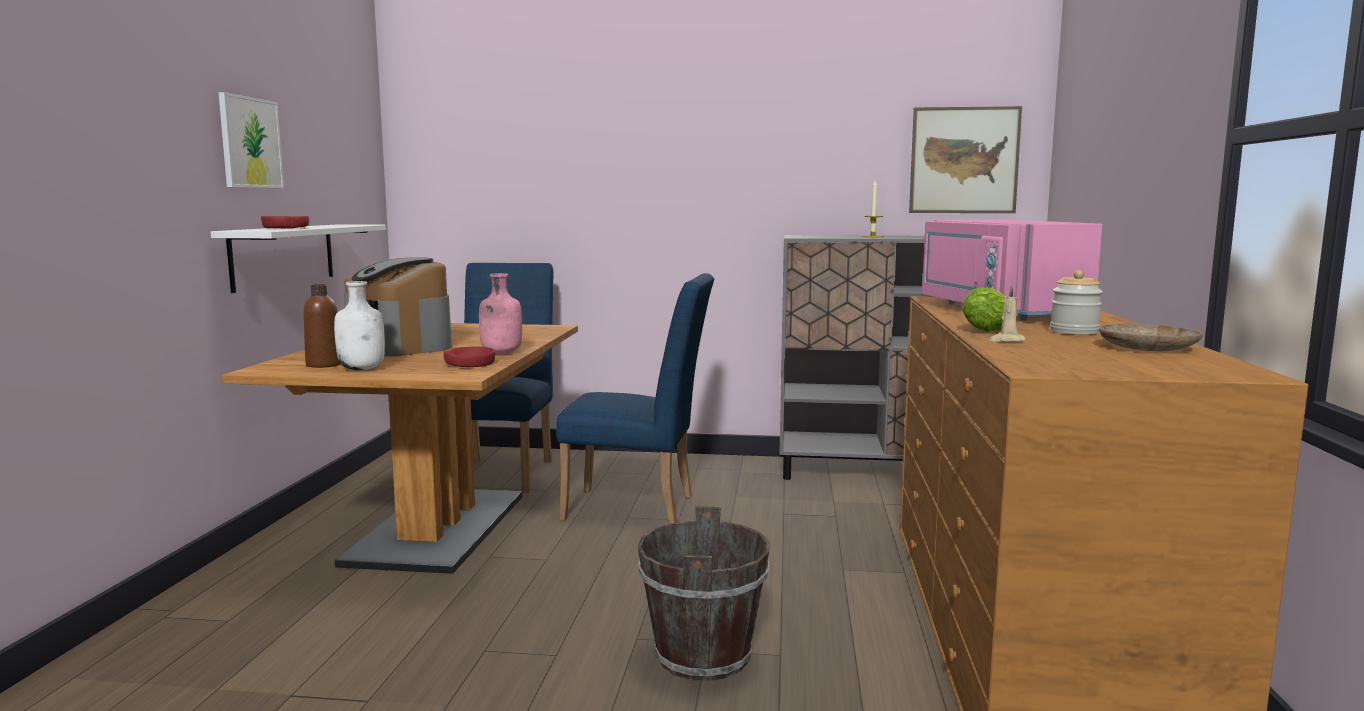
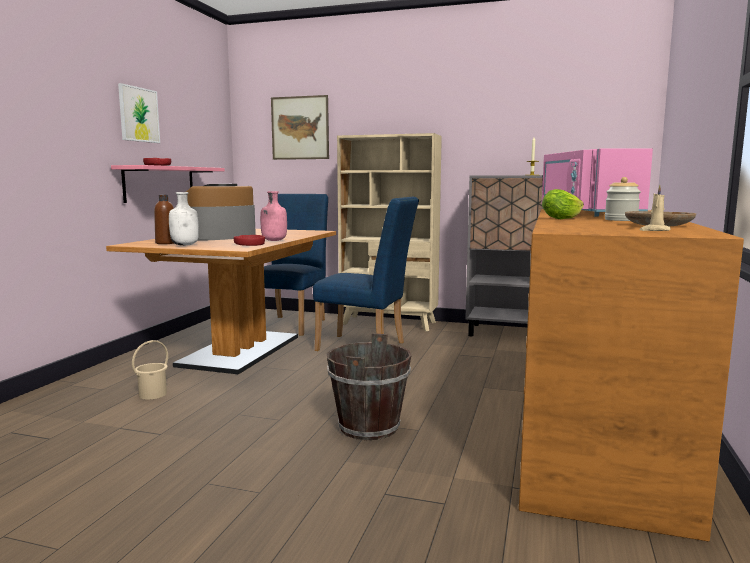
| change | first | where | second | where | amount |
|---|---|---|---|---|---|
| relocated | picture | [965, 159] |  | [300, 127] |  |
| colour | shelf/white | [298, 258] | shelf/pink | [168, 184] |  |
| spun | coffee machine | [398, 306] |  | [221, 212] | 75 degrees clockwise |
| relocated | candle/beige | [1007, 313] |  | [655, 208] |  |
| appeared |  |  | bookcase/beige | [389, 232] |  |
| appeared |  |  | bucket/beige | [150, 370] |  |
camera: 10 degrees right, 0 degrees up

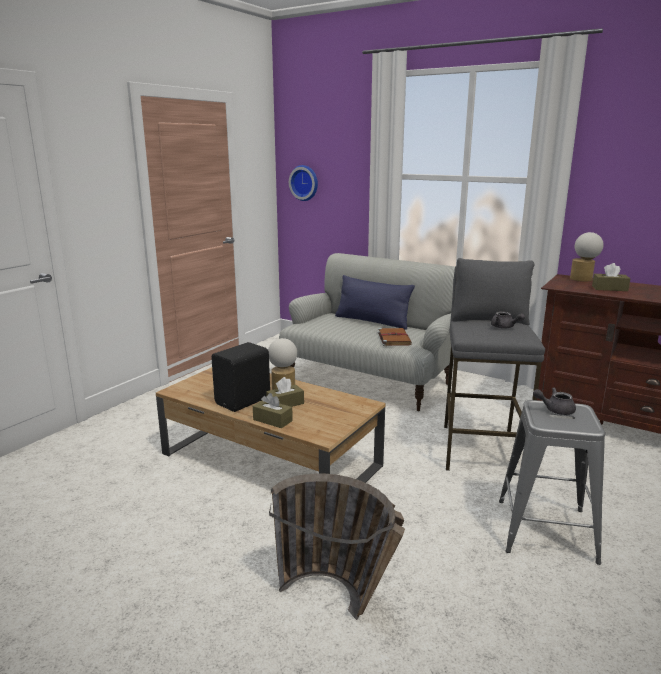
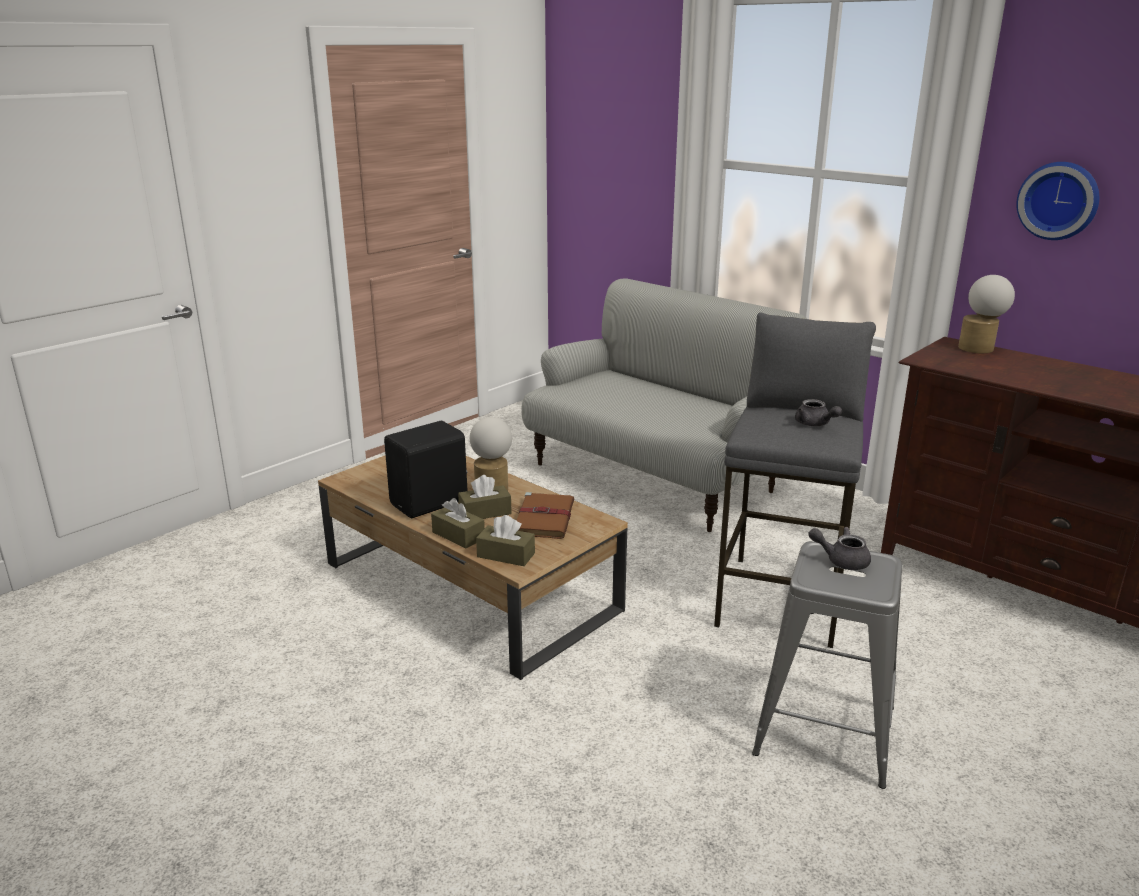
| change | first | where | second | where | amount |
|---|---|---|---|---|---|
| relocated | wall clock | [303, 183] |  | [1057, 201] |  |
| relocated | tissue box/brown | [611, 277] |  | [505, 540] |  |
| missing | pillow/blue | [375, 302] |  |  |  |
| relocated | book/brown | [395, 337] |  | [545, 515] |  |
| missing | basket | [337, 546] |  |  |  |
camera: 10 degrees right, 5 degrees up

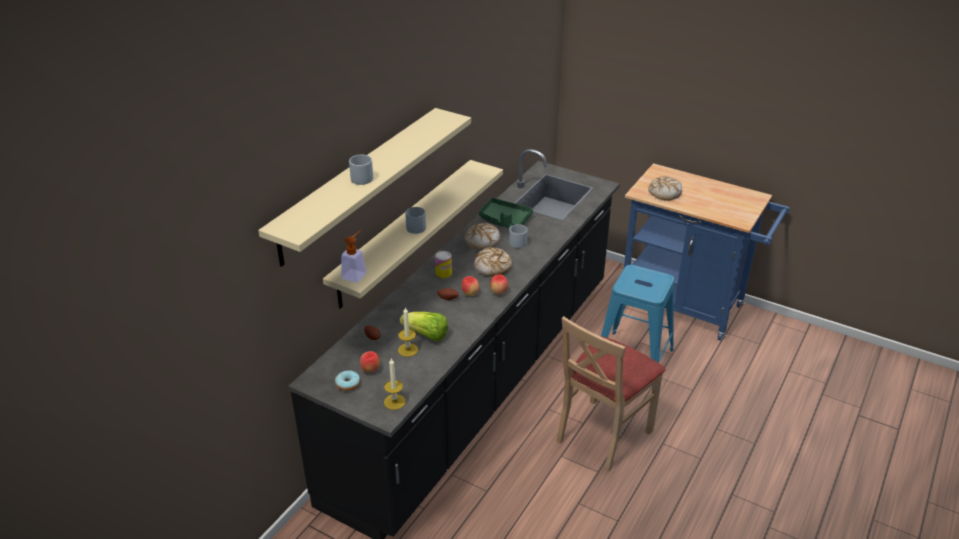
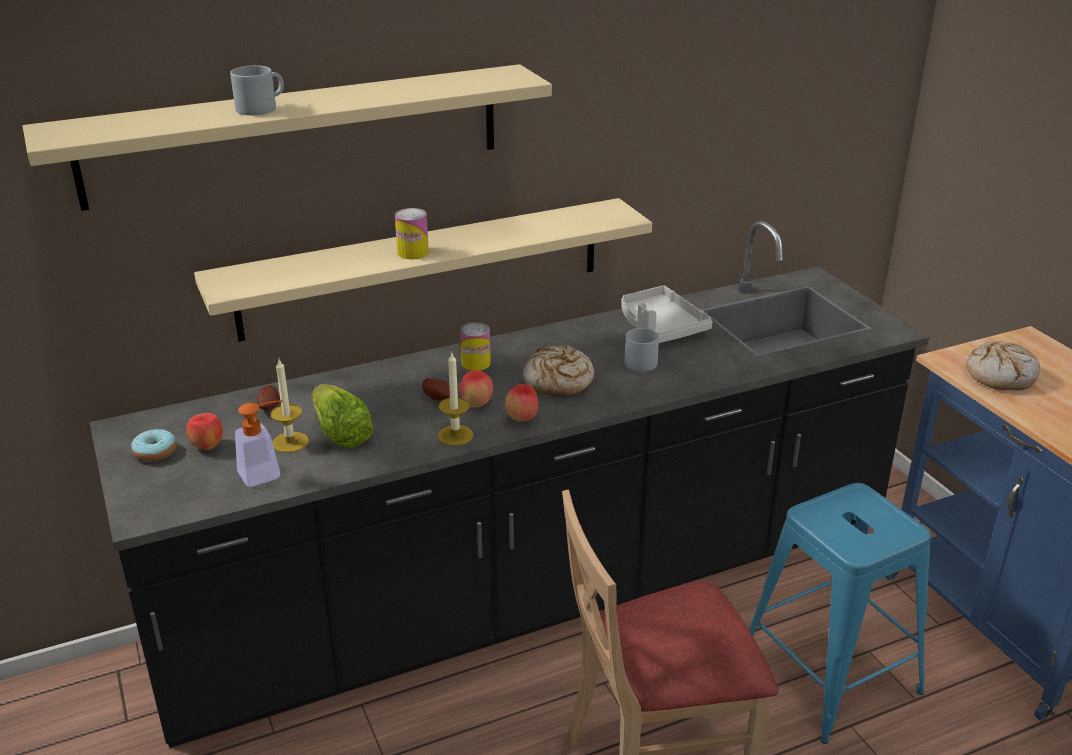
| change | first | where | second | where | amount |
|---|---|---|---|---|---|
| colour | tray/green | [506, 213] | tray/grey | [667, 314] |  |
| exchanged | mug/grey | [415, 220] | can | [412, 233] |  |
| missing | bread | [482, 236] |  |  |  |
| relocated | soap dispenser | [353, 256] |  | [259, 443] |  |
| relocated | candle | [395, 384] |  | [456, 398] |  |
camera: 35 degrees right, 5 degrees down

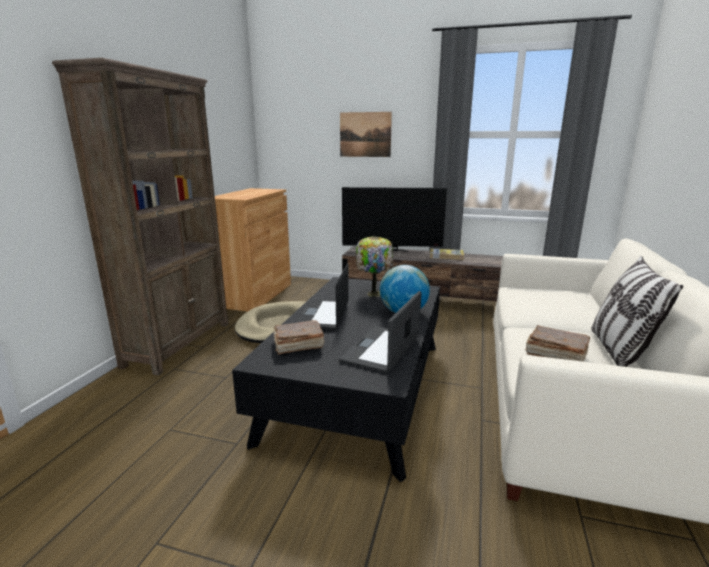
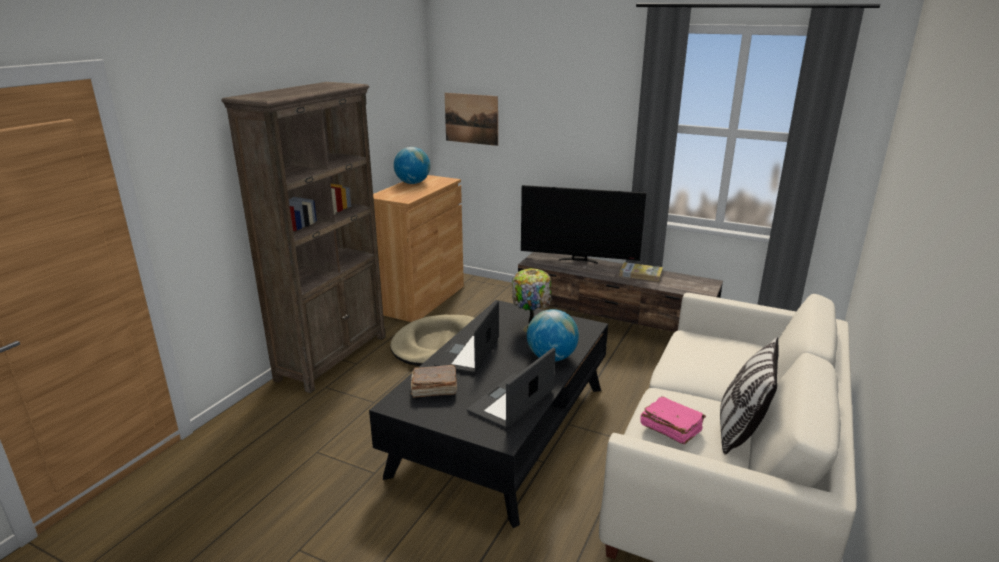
| change | first | where | second | where | amount |
|---|---|---|---|---|---|
| relocated | picture | [366, 134] |  | [471, 119] |  |
| colour | book/brown | [558, 343] | book/pink | [673, 420] |  |
| appeared |  |  | globe | [412, 165] |  |
camera: 10 degrees right, 5 degrees up

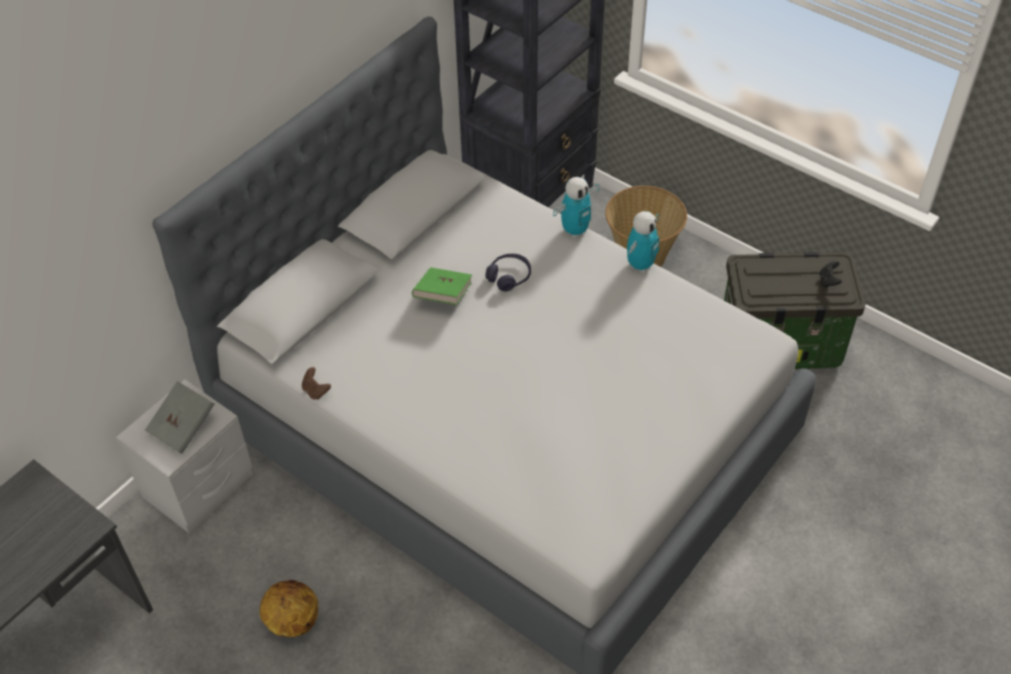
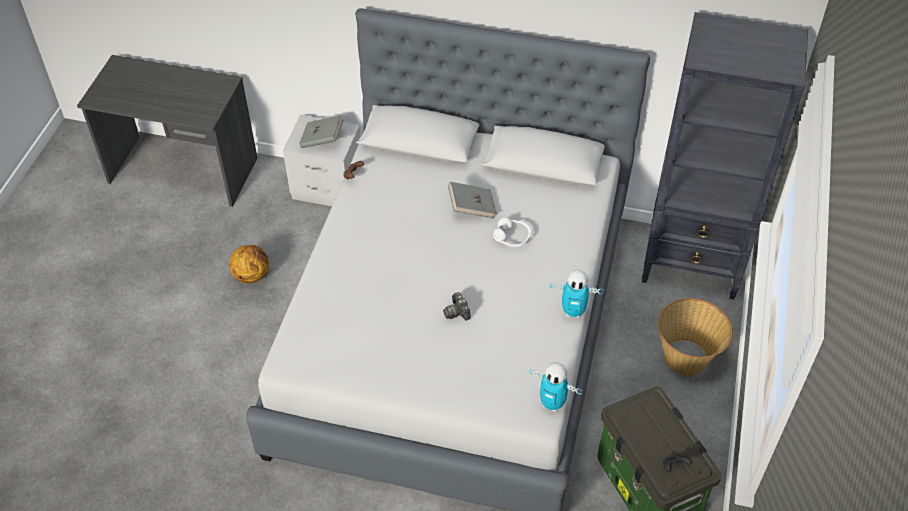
| change | first | where | second | where | amount |
|---|---|---|---|---|---|
| relocated | toy robot | [576, 207] |  | [555, 387] |  |
| colour | headphones/purple | [508, 272] | headphones/white | [512, 232] |  |
| colour | book/green | [442, 286] | book/grey | [472, 200] |  |
| appeared |  |  | photo camera | [457, 306] |  |
camera: 65 degrees right, 0 degrees up

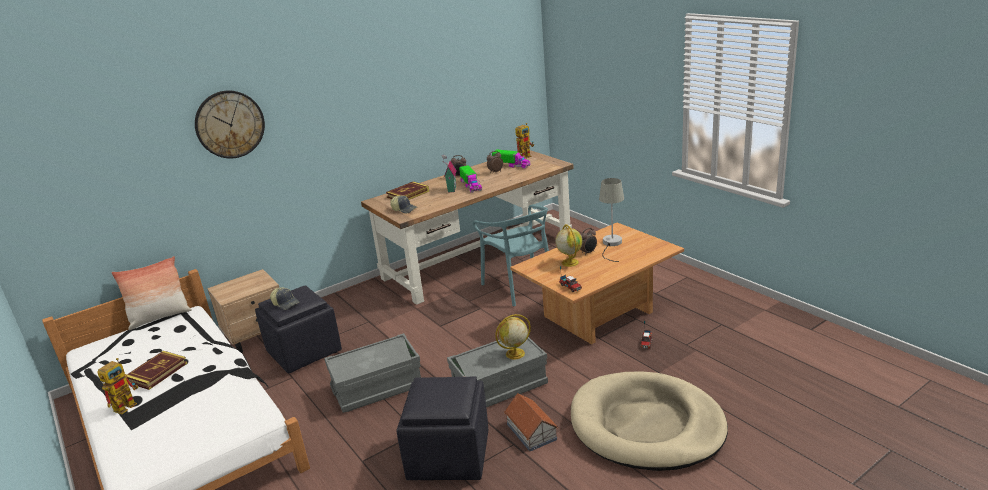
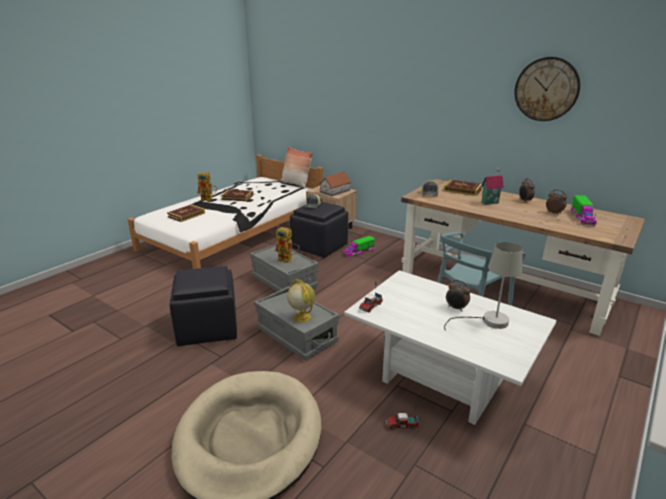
| change | first | where | second | where | amount |
|---|---|---|---|---|---|
| relocated | wall clock | [230, 125] |  | [547, 89] |  |
| relocated | toy robot | [524, 141] |  | [287, 245] |  |
| relocated | toy truck | [470, 179] |  | [359, 247] |  |
| colour | coffee table/brown | [597, 283] | coffee table/white | [450, 347] |  |
| missing | globe | [568, 245] |  |  |  |
| relocated | toy house | [531, 422] |  | [335, 184] |  |
| appeared |  |  | book | [186, 213] |  |
camera: 70 degrees right, 0 degrees up

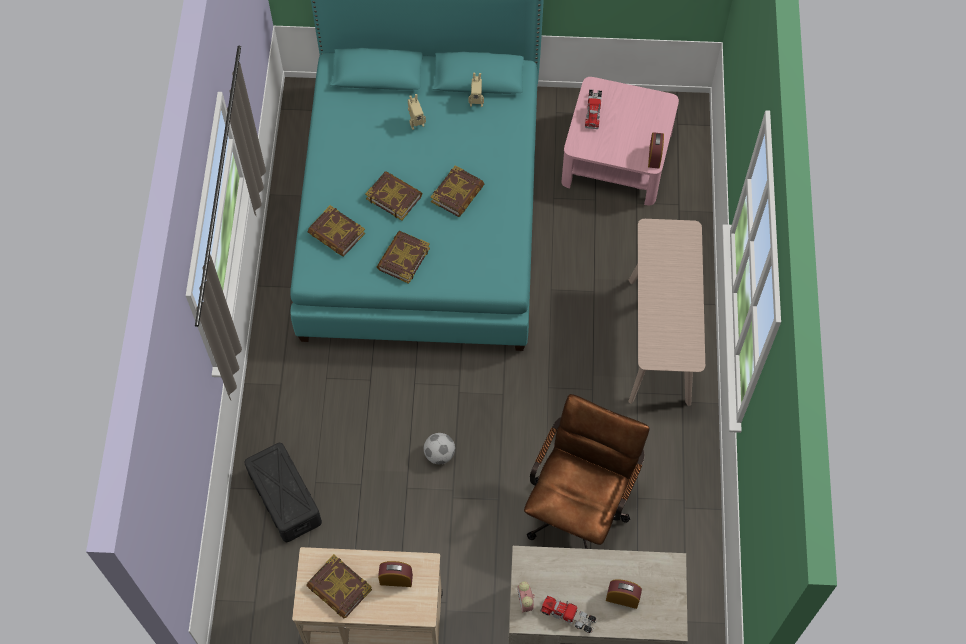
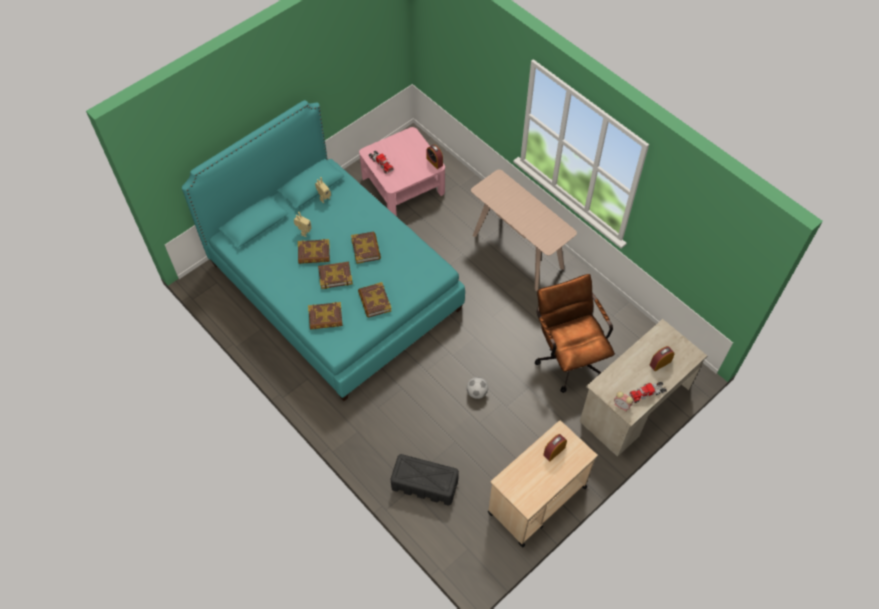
| change | first | where | second | where | amount |
|---|---|---|---|---|---|
| relocated | book | [339, 586] |  | [314, 251] |  |
camera: 45 degrees left, 5 degrees down

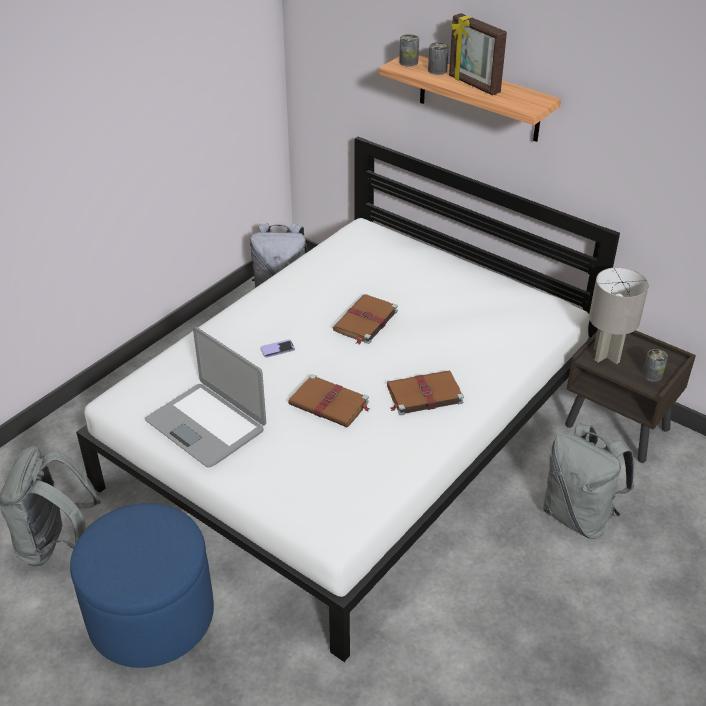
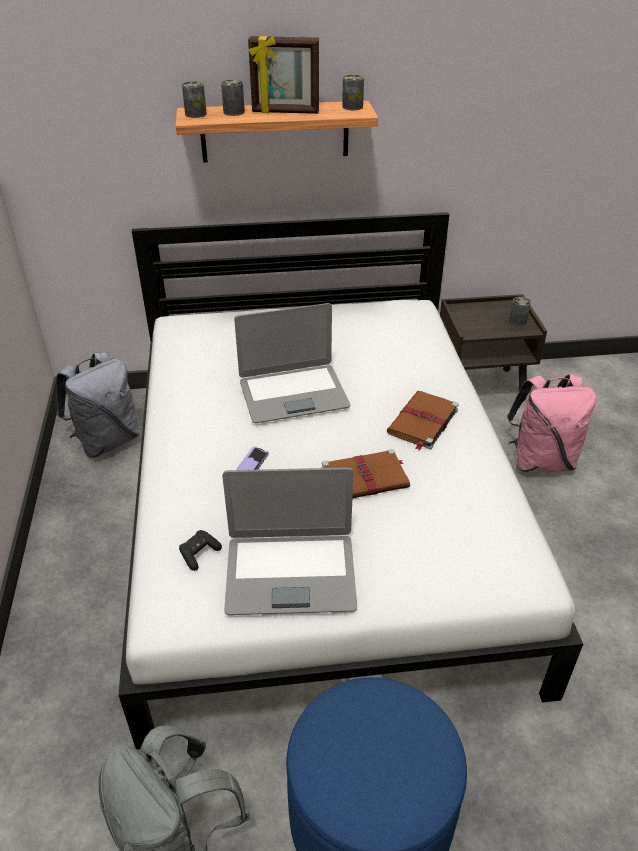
| change | first | where | second | where | amount |
|---|---|---|---|---|---|
| missing | table lamp/grey | [619, 315] |  |  |  |
| exchanged | book/brown | [365, 319] | laptop | [292, 363] |  |
| colour | backpack/grey | [589, 481] | backpack/pink | [551, 423] |  |
| appeared |  |  | can | [353, 92] |  |
| appeared |  |  | game controller/black | [200, 550] |  |
camera: 45 degrees left, 0 degrees up

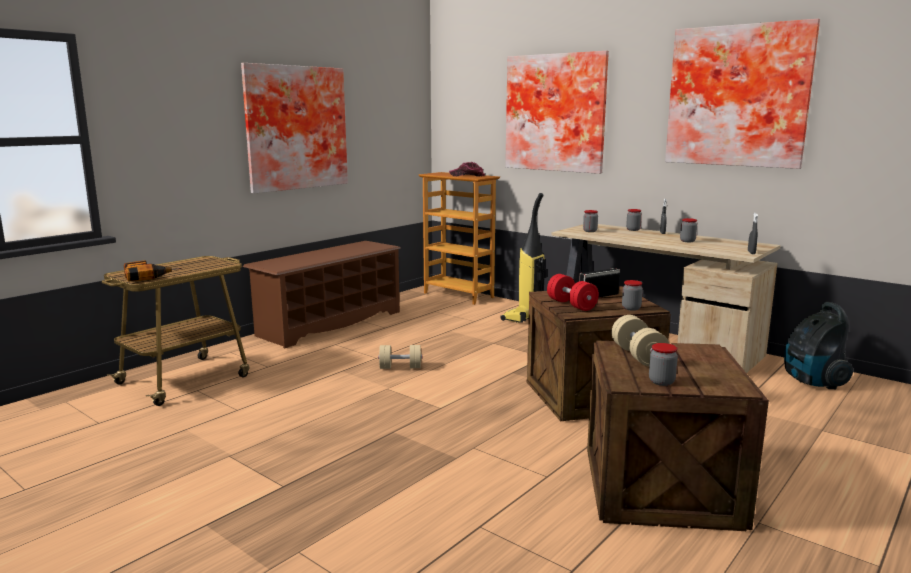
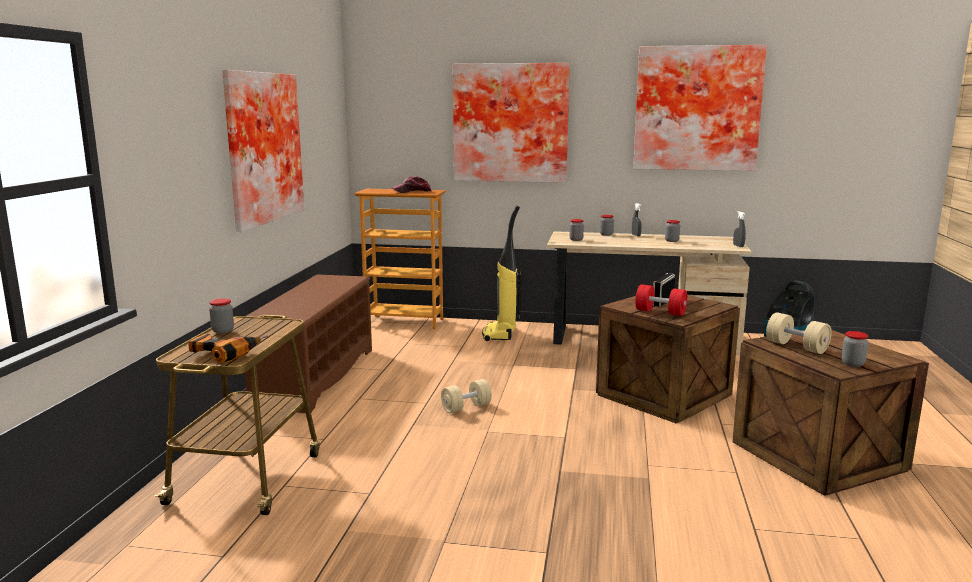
| change | first | where | second | where | amount |
|---|---|---|---|---|---|
| relocated | jar | [632, 295] |  | [221, 315] |  |
camera: 30 degrees left, 0 degrees up

